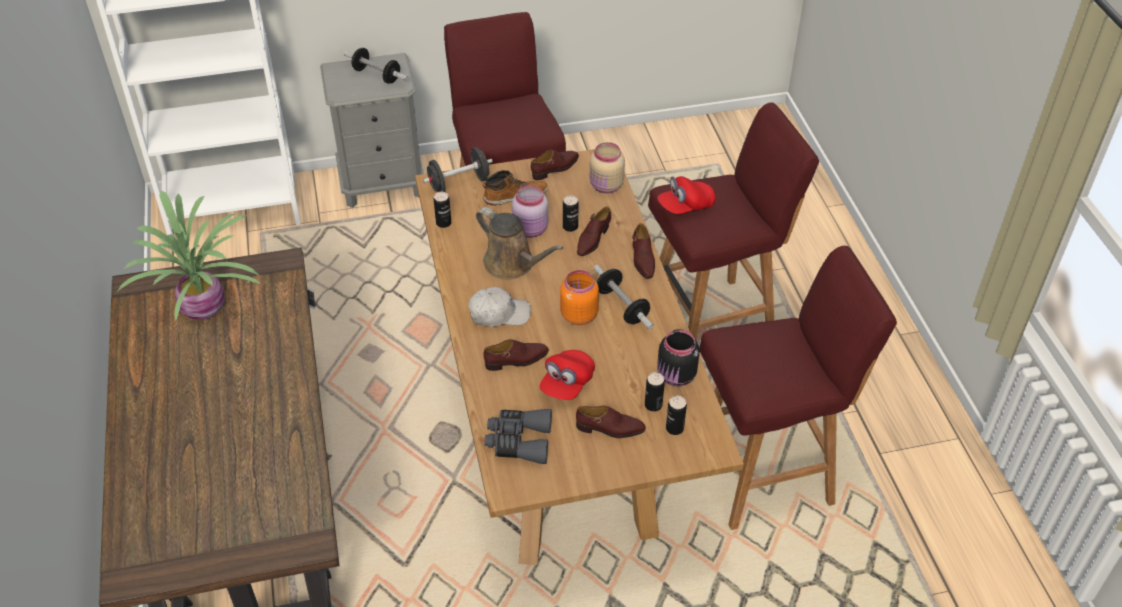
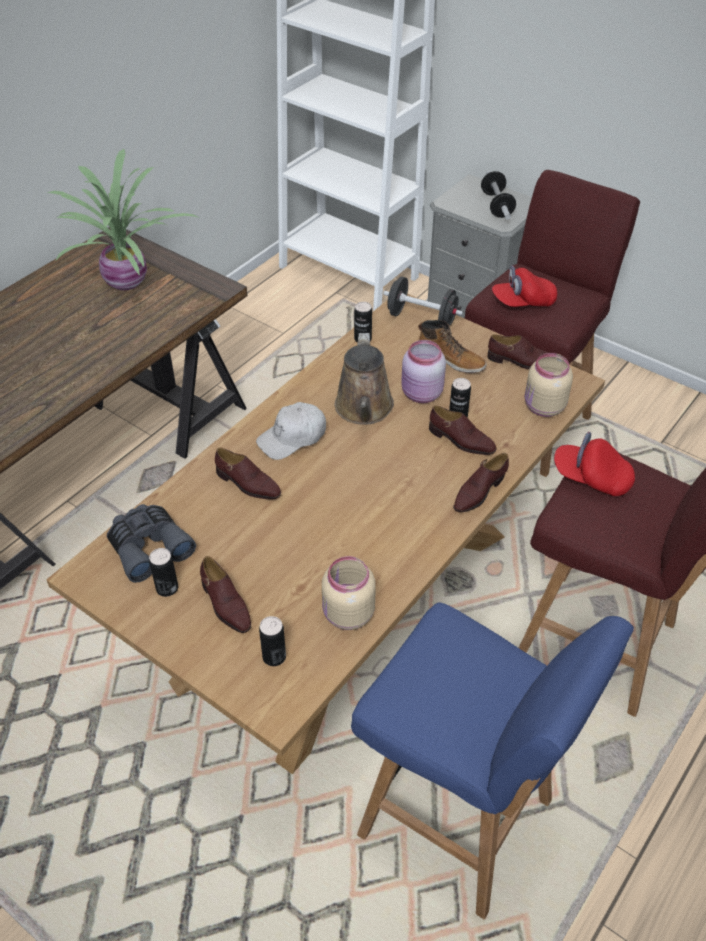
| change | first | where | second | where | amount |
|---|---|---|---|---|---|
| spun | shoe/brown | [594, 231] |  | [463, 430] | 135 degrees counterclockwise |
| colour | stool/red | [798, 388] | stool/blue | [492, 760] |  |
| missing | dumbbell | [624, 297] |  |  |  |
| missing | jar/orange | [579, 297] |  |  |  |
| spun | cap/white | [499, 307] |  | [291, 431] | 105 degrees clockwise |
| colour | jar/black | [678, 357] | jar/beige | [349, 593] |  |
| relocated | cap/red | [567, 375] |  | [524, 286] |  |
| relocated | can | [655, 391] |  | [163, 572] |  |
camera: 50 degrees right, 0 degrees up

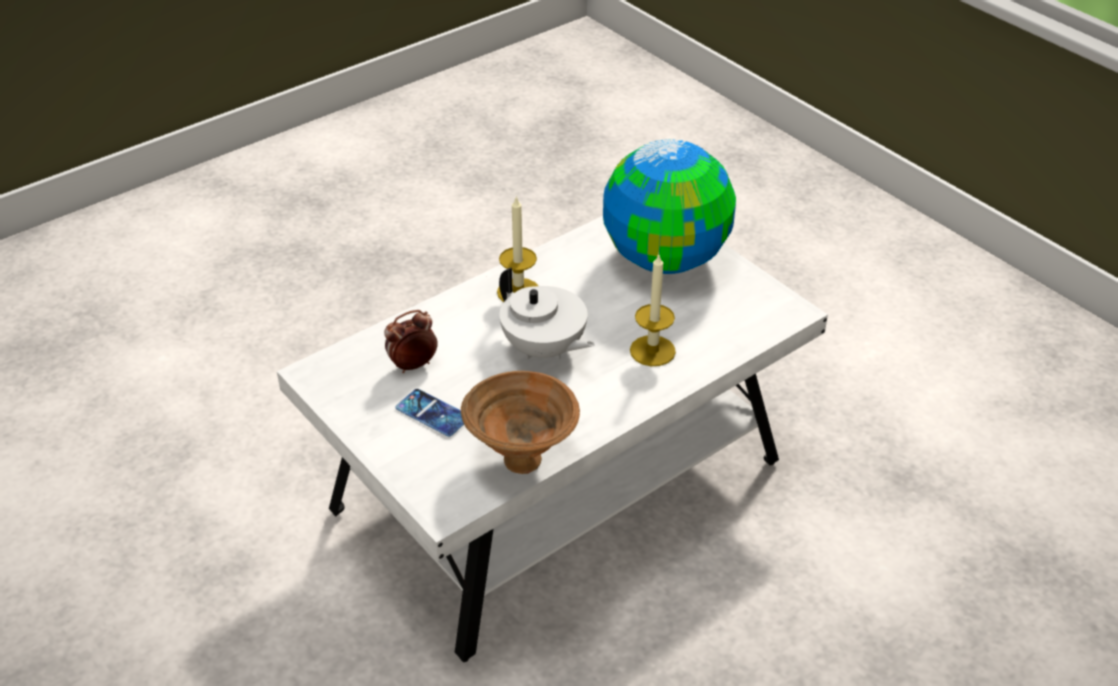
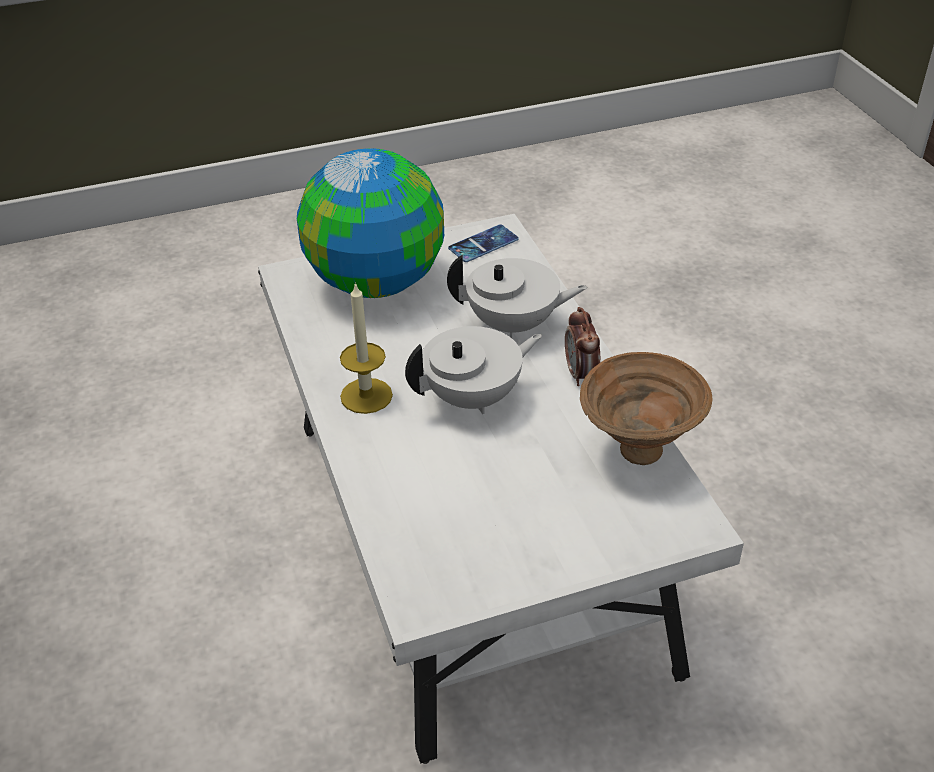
| change | first | where | second | where | amount |
|---|---|---|---|---|---|
| exchanged | candle | [653, 310] | teapot/white | [517, 296] |  |
| relocated | alarm clock | [411, 341] |  | [582, 346] |  |
| relocated | phone | [429, 413] |  | [483, 243] |  |
camera: 70 degrees left, 0 degrees up

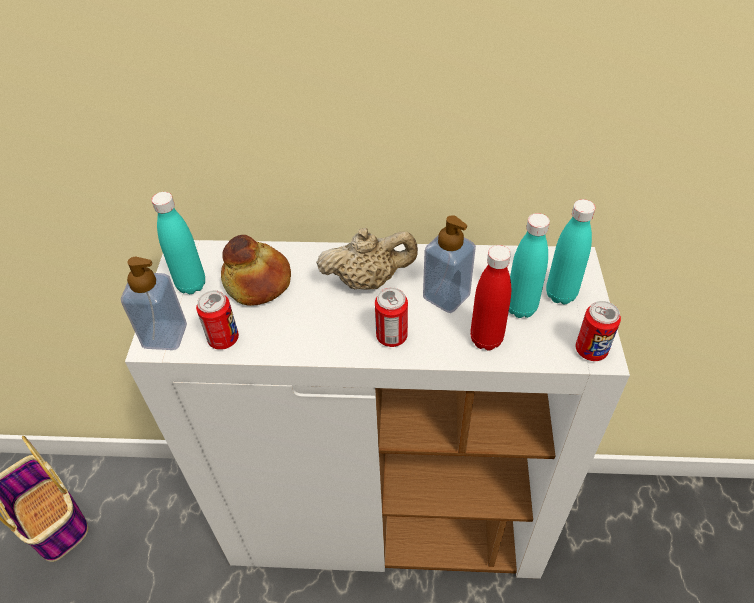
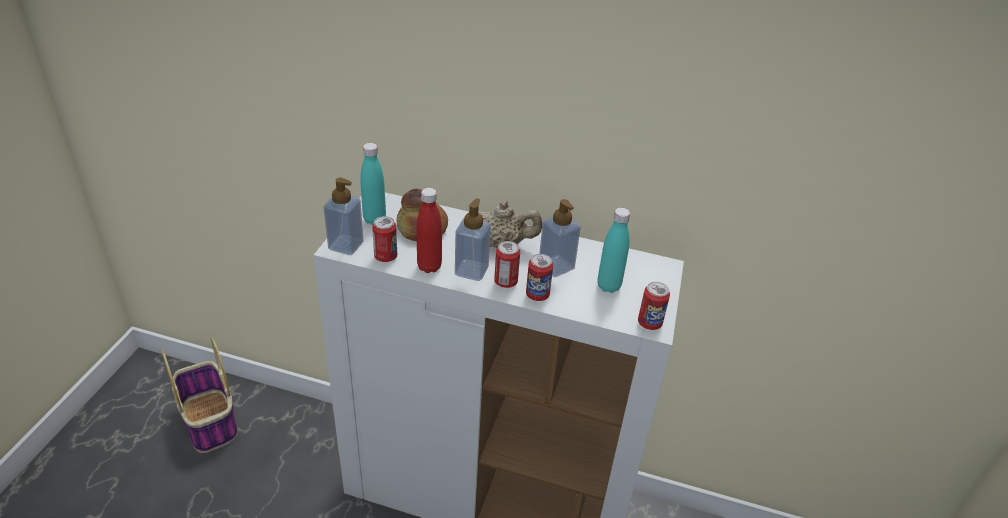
| change | first | where | second | where | amount |
|---|---|---|---|---|---|
| missing | bottle/turquoise | [570, 251] |  |  |  |
| relocated | bottle/red | [490, 298] |  | [429, 230] |  |
| appeared |  |  | soap dispenser | [473, 239] |  |
| appeared |  |  | can | [539, 277] |  |
camera: 10 degrees right, 10 degrees down

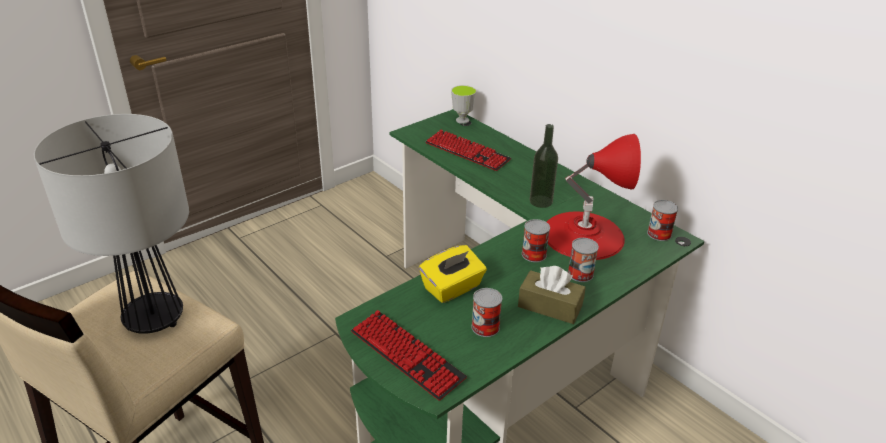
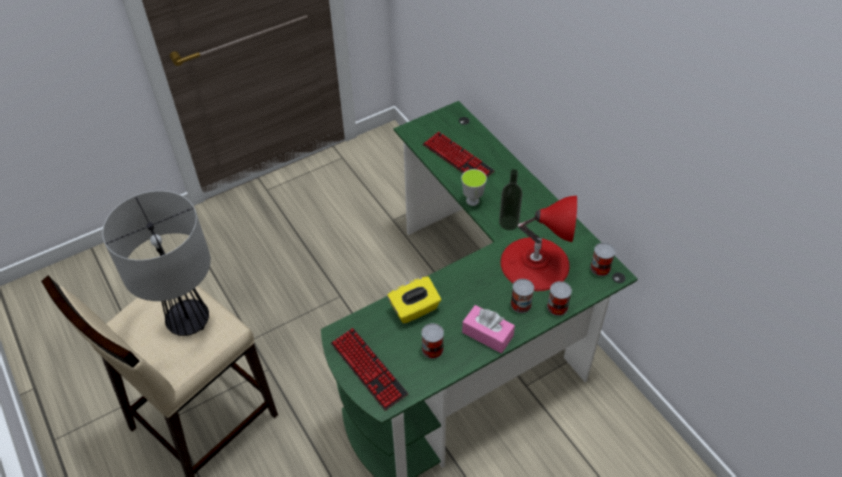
| change | first | where | second | where | amount |
|---|---|---|---|---|---|
| relocated | cup | [463, 104] |  | [474, 187] |  |
| relocated | can | [536, 240] |  | [559, 298] |  |
| colour | tissue box/brown | [552, 295] | tissue box/pink | [488, 329] |  |
camera: 10 degrees right, 15 degrees up

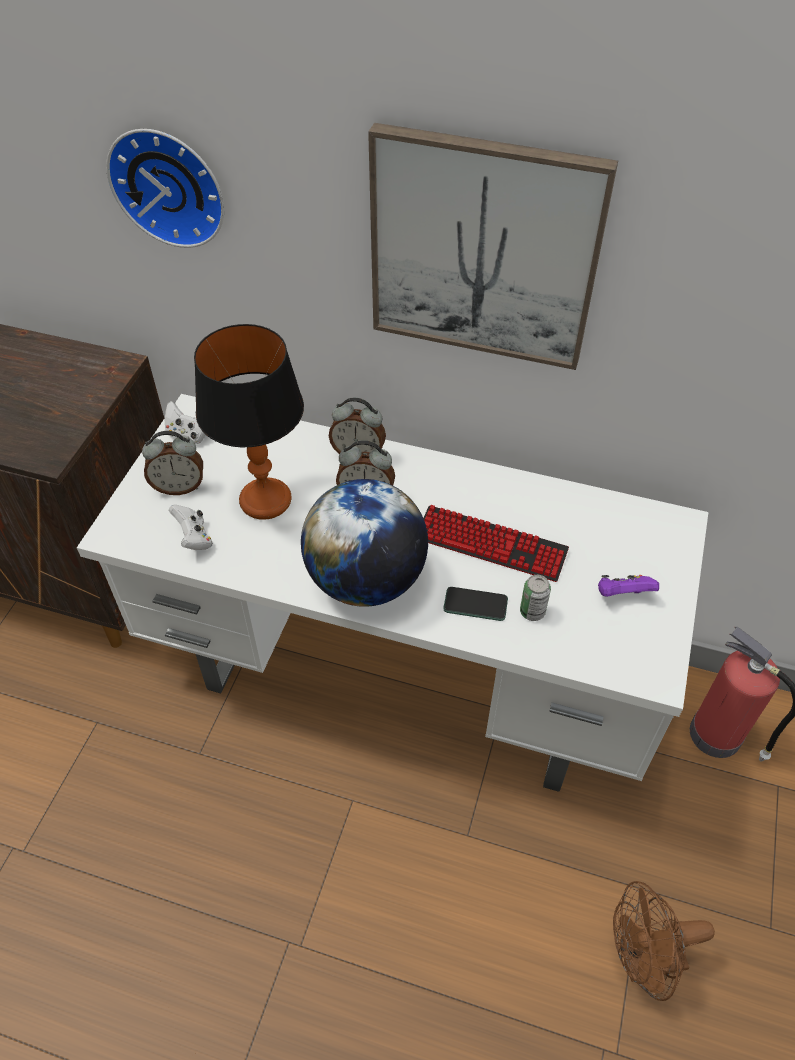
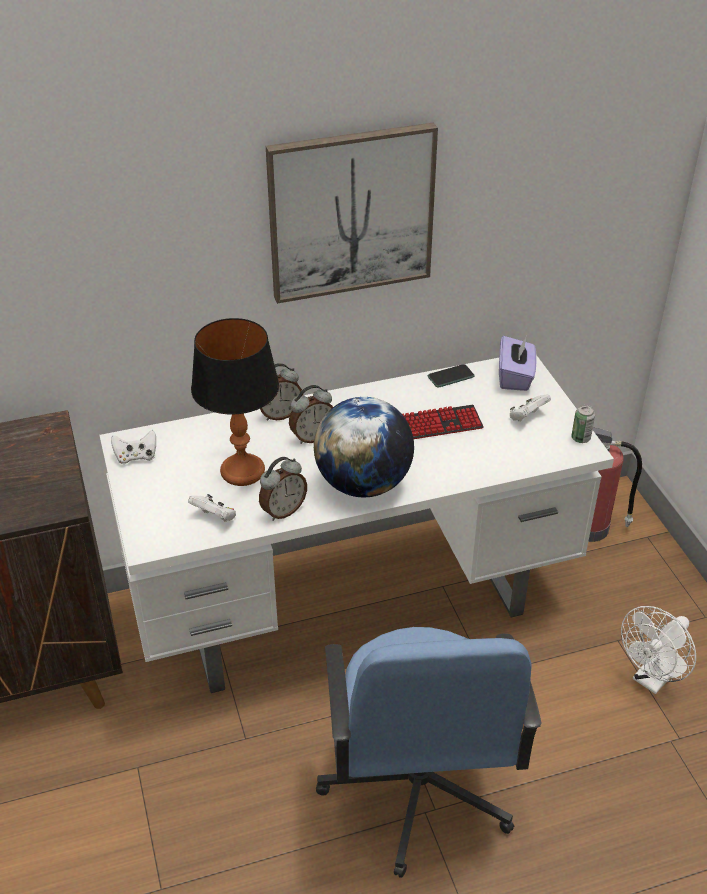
| change | first | where | second | where | amount |
|---|---|---|---|---|---|
| missing | wall clock | [165, 188] |  |  |  |
| relocated | alarm clock | [172, 463] |  | [283, 489] |  |
| relocated | can | [535, 598] |  | [583, 424] |  |
| colour | game controller/purple | [628, 586] | game controller/white | [530, 407] |  |
| relocated | phone | [475, 604] |  | [451, 376] |  |
| colour | fan/brown | [664, 941] | fan/white | [658, 650] |  |
| appeared |  |  | tissue box/purple | [518, 363] |  |
| appeared |  |  | office chair/blue | [429, 752] |  |
camera: 35 degrees left, 10 degrees down

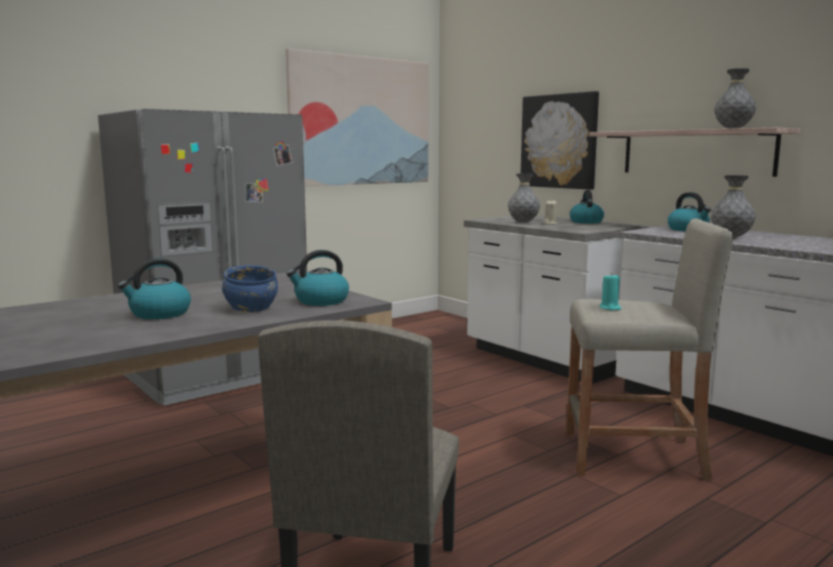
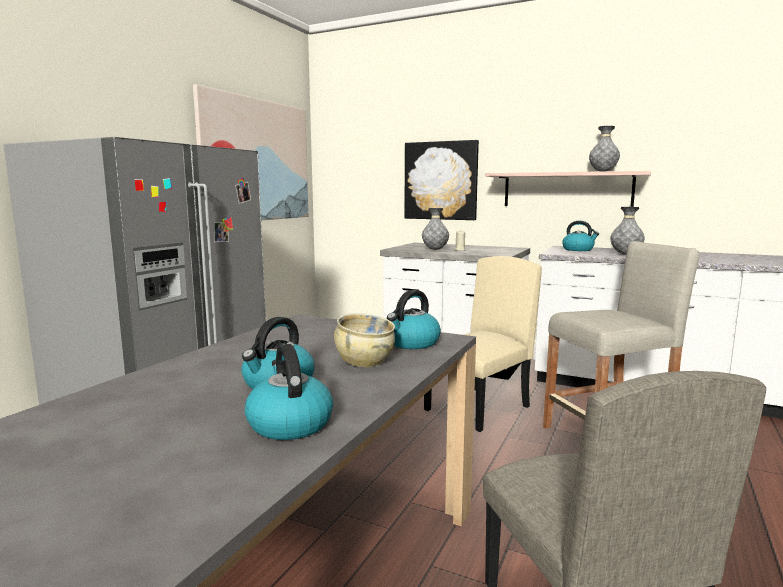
| change | first | where | second | where | amount |
|---|---|---|---|---|---|
| relocated | kettle | [587, 207] |  | [289, 392] |  |
| colour | bowl/blue | [250, 288] | bowl/beige | [364, 340] |  |
| missing | candle/turquoise | [610, 292] |  |  |  |
| appeared |  |  | chair/beige | [483, 344] |  |
camera: 25 degrees left, 0 degrees up

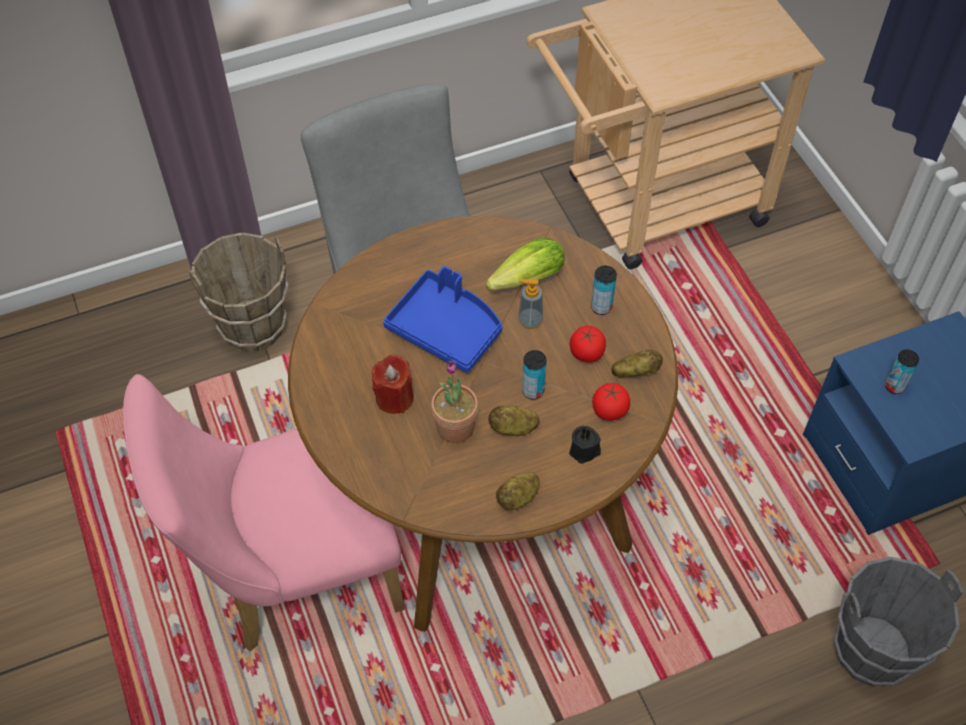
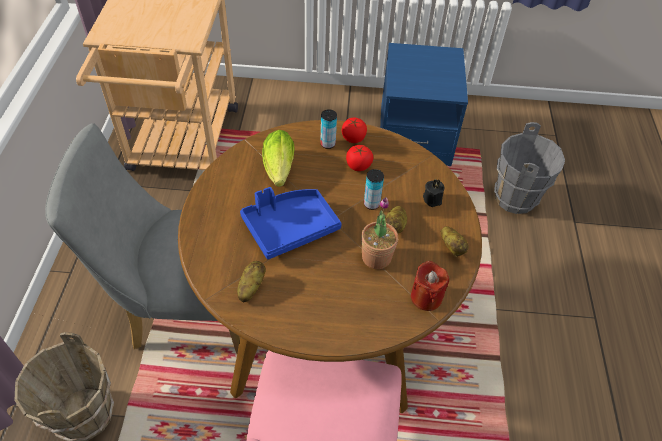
| change | first | where | second | where | amount |
|---|---|---|---|---|---|
| missing | soap dispenser | [530, 304] |  |  |  |
| missing | can | [902, 371] |  |  |  |
| relocated | potato | [637, 364] |  | [251, 281] |  |
| relocated | candle/red | [393, 384] |  | [430, 285] |  |
| relocated | tomato | [611, 402] |  | [354, 130] |  |
camera: 65 degrees left, 5 degrees down

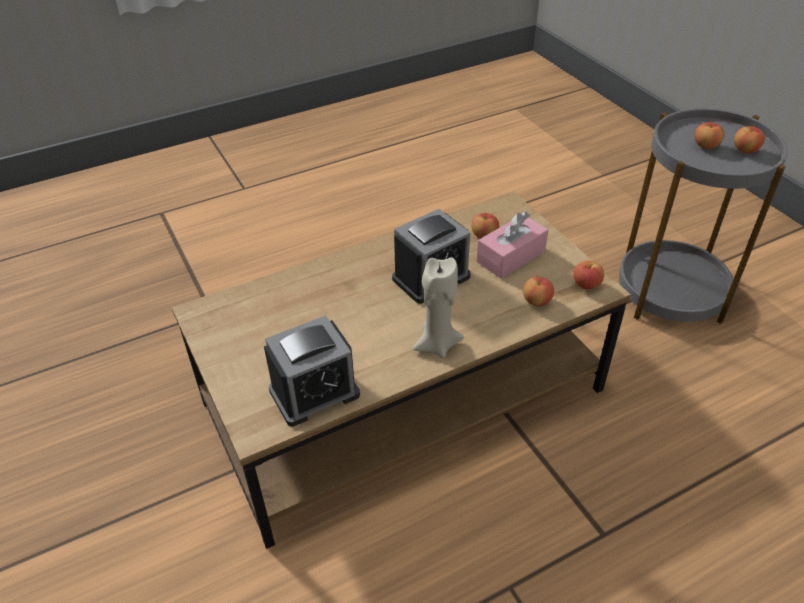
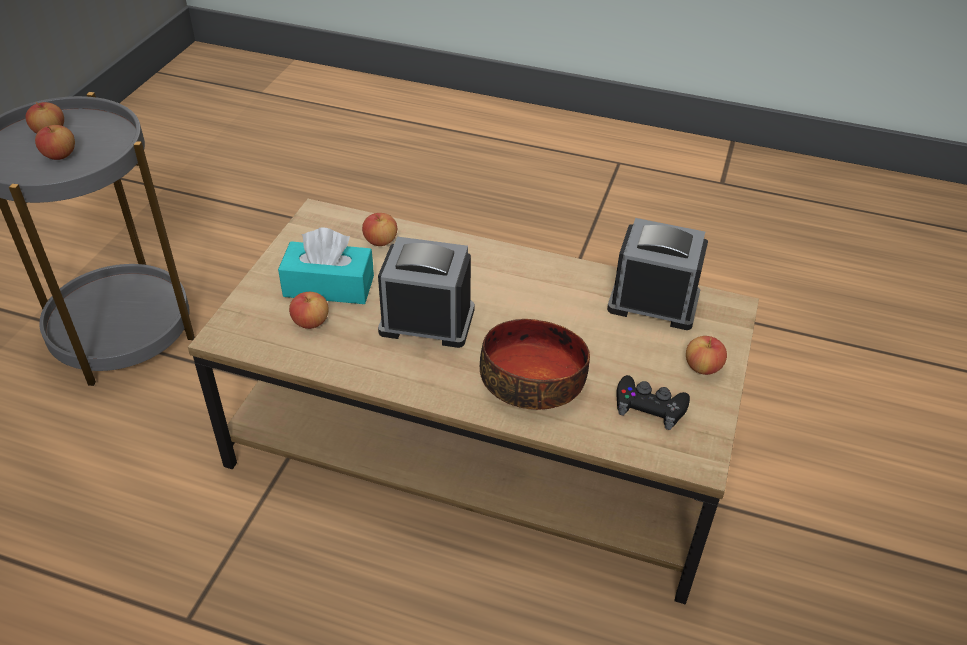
| change | first | where | second | where | amount |
|---|---|---|---|---|---|
| colour | tissue box/pink | [512, 245] | tissue box/turquoise | [326, 266] |  |
| missing | candle/beige | [438, 307] |  |  |  |
| relocated | apple | [588, 275] |  | [706, 355] |  |
| appeared |  |  | bowl | [535, 364] |  |
| appeared |  |  | game controller/black | [653, 402] |  |
camera: 135 degrees left, 0 degrees up

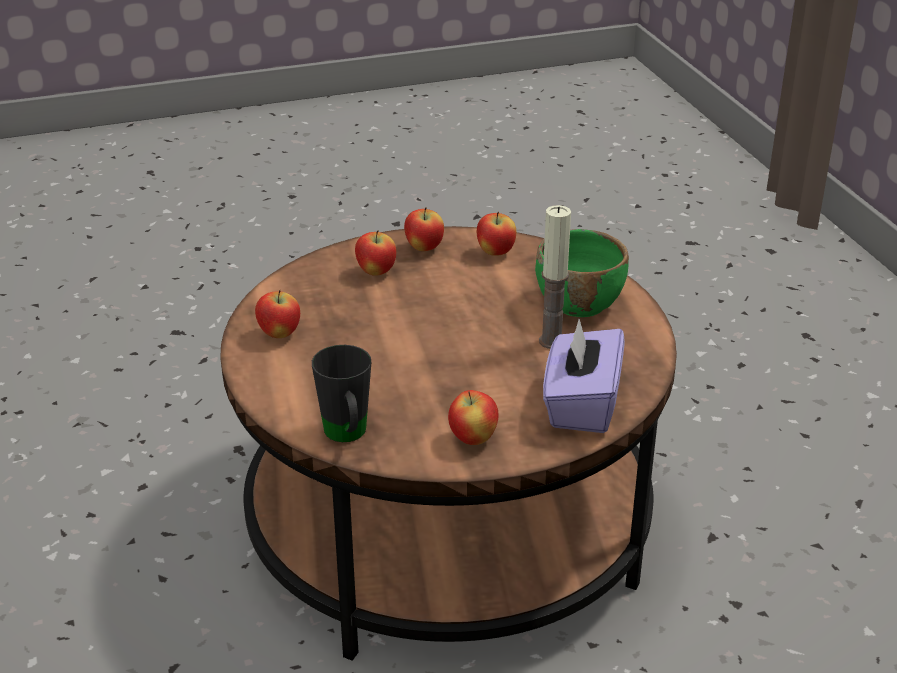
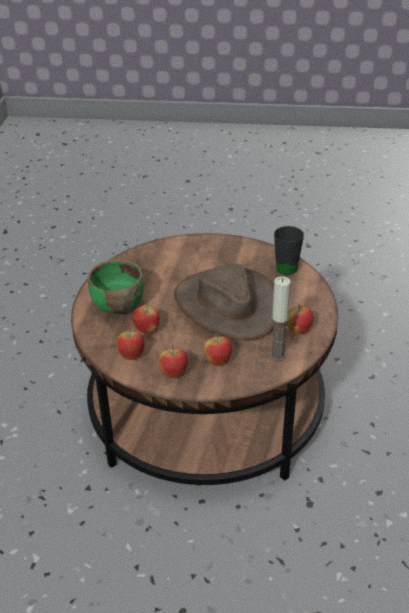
| change | first | where | second | where | amount |
|---|---|---|---|---|---|
| relocated | candle | [555, 277] |  | [280, 319] |  |
| missing | tissue box/purple | [584, 376] |  |  |  |
| relocated | apple | [473, 417] |  | [146, 319] |  |
| appeared |  |  | hat/brown | [224, 302] |  |
camera: 155 degrees left, 5 degrees up

